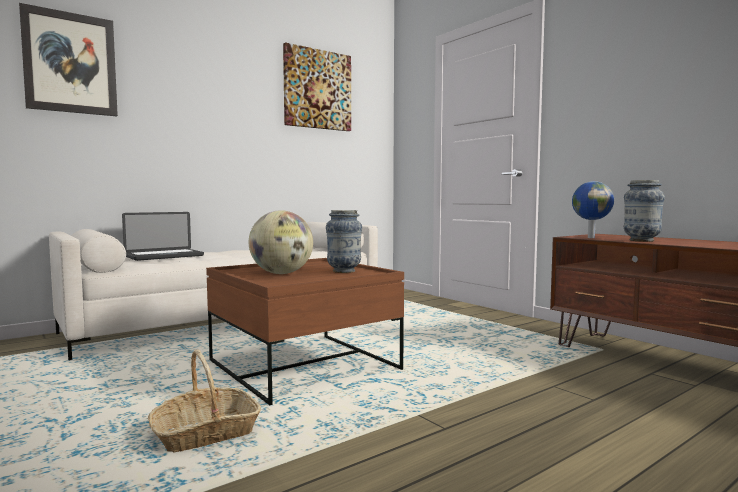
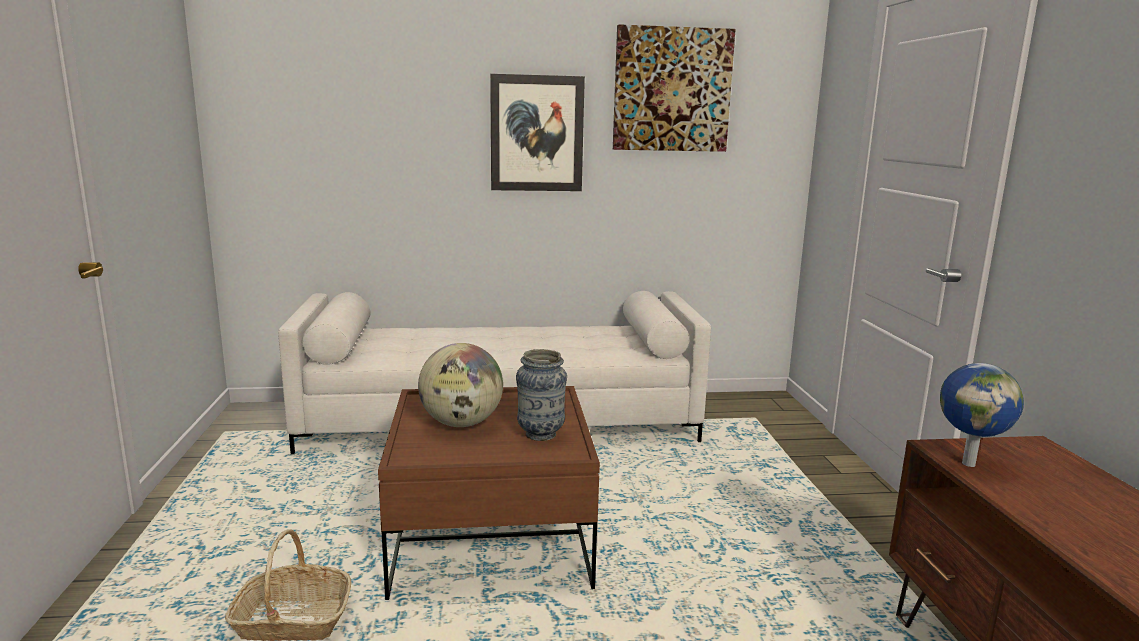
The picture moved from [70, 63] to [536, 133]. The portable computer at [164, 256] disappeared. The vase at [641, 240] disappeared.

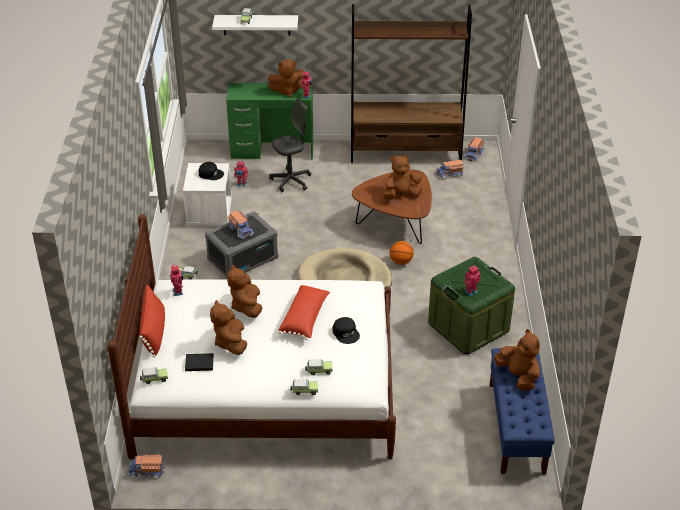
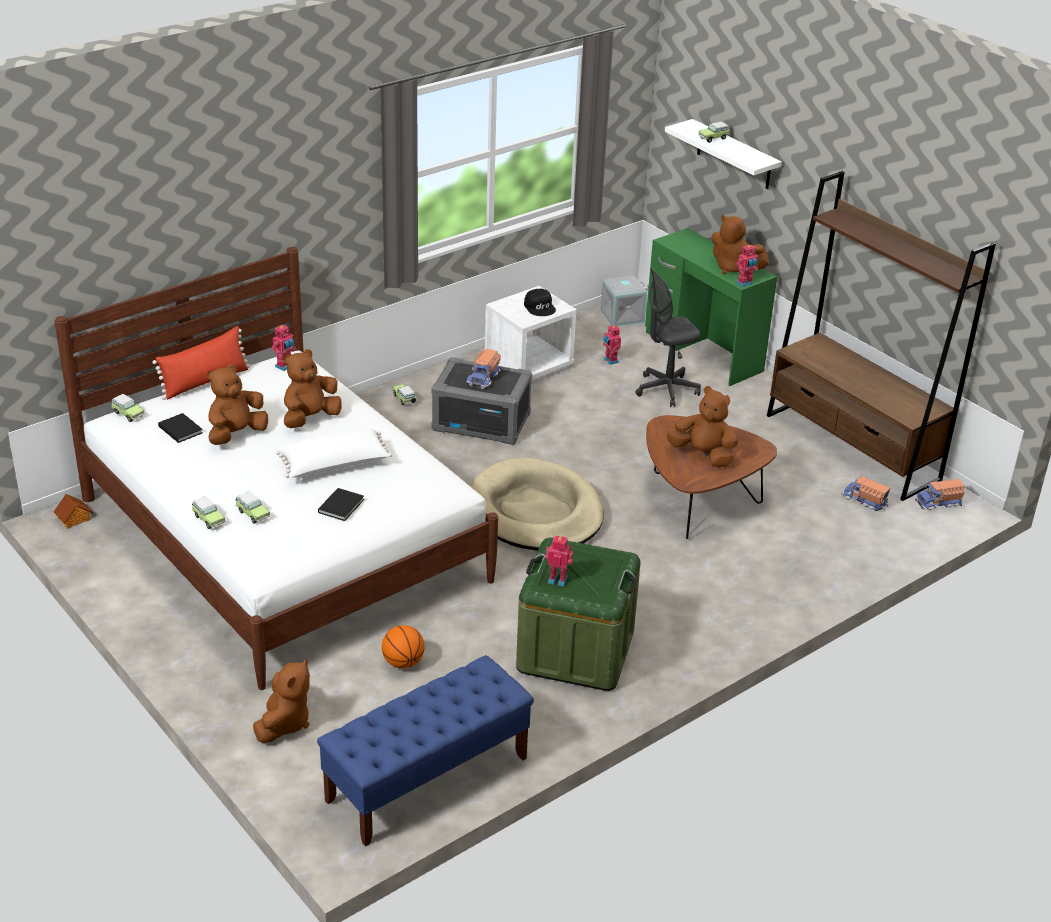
The model truck at [146, 471] was replaced by the model house at [74, 519]. The cuddly toy/brown-coloured moved from [518, 376] to [284, 723]. The pillow/red-coloured at [305, 318] became the pillow/white at [334, 466]. The peaked cap/black-coloured at [346, 333] was replaced by the book/black-coloured at [342, 505]. The basketball moved from [401, 262] to [403, 662]. The storage container/gray at [622, 315] appeared. The desk chair/gray at [291, 181] turned 135 degrees clockwise.

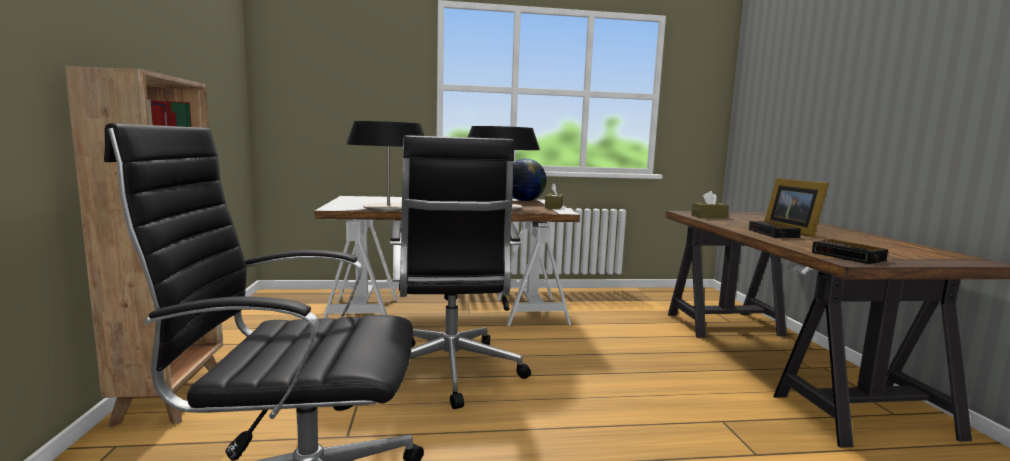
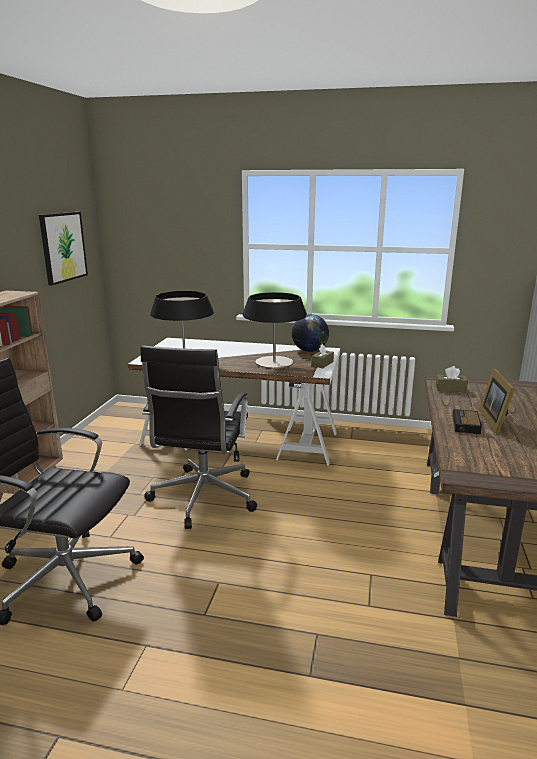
The picture at [63, 247] appeared. The table clock at [849, 257] disappeared.

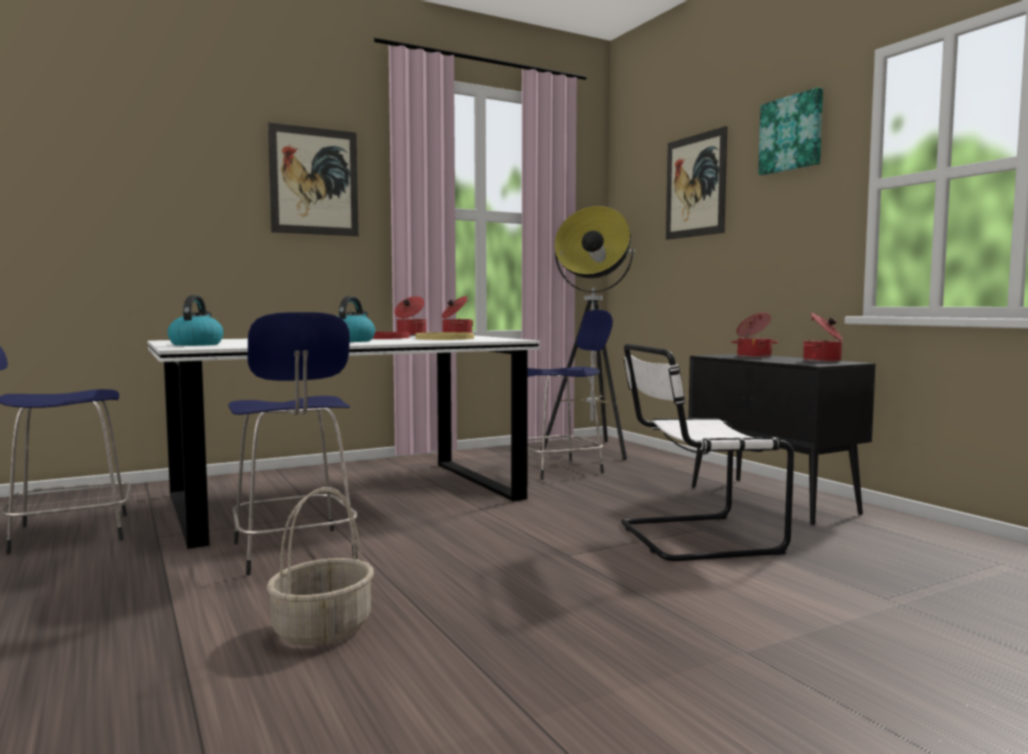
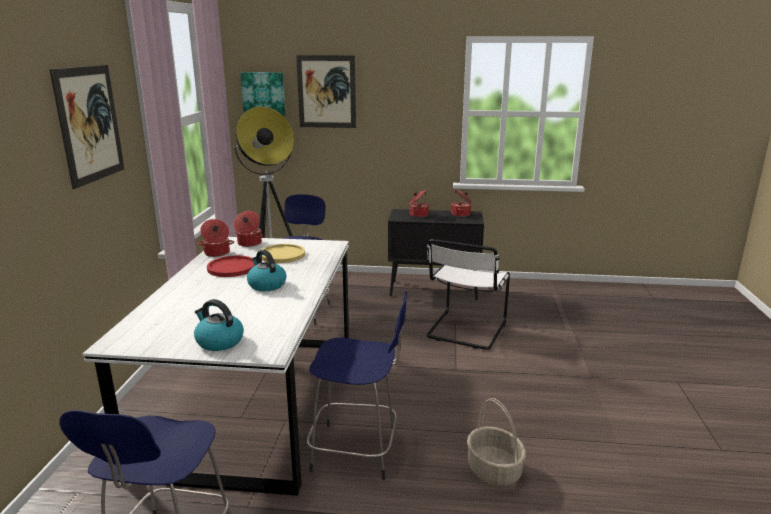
The picture moved from [792, 133] to [264, 94].

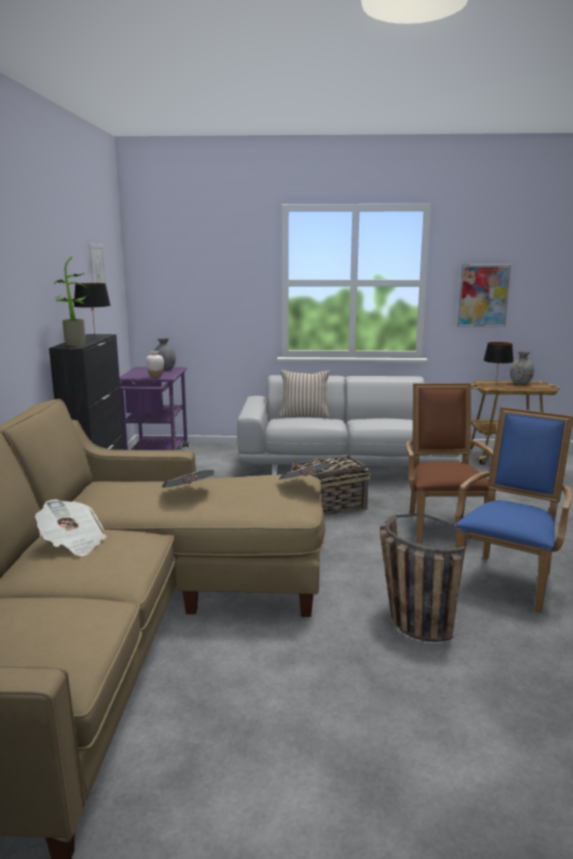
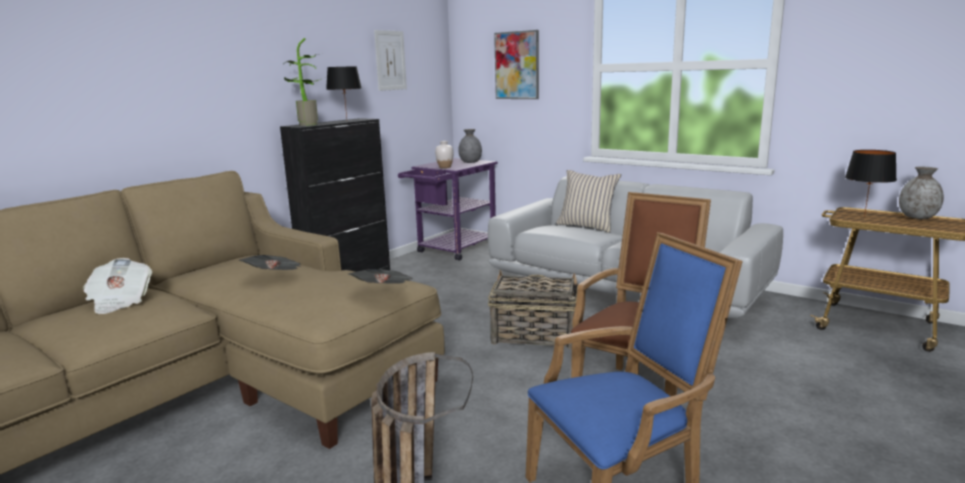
The picture moved from [483, 295] to [517, 65].

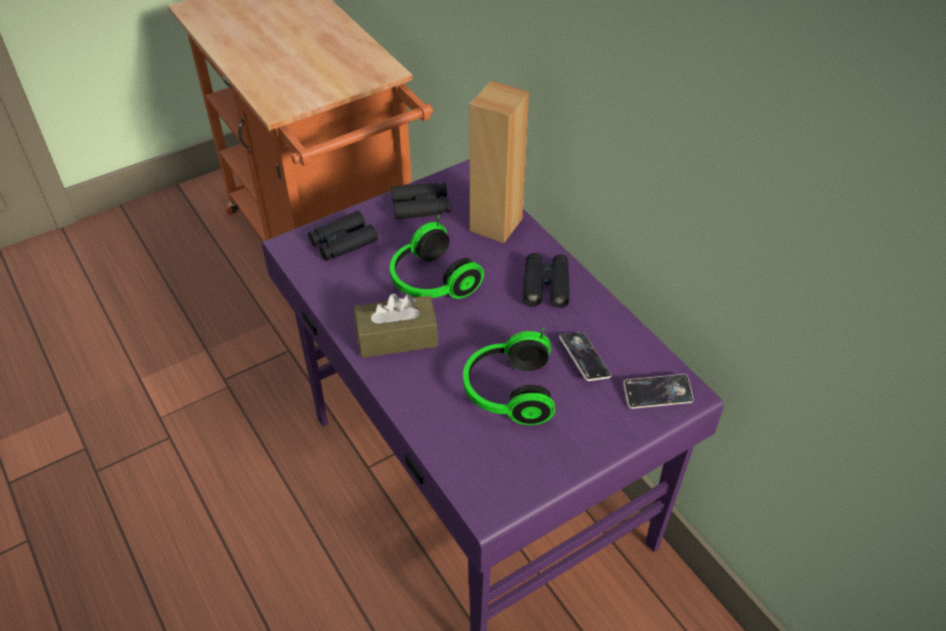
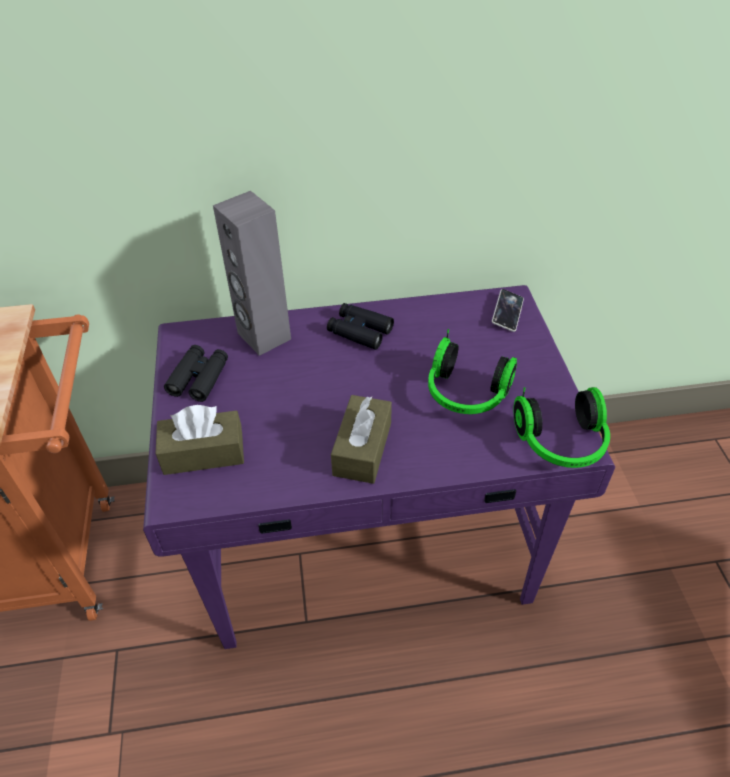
The binoculars/black-coloured at [343, 242] was replaced by the tissue box/brown-coloured at [203, 453]. The loudspeaker/brown-coloured at [495, 224] became the loudspeaker/gray at [263, 336]. The headset moved from [430, 282] to [561, 443]. The phone at [584, 359] disappeared.

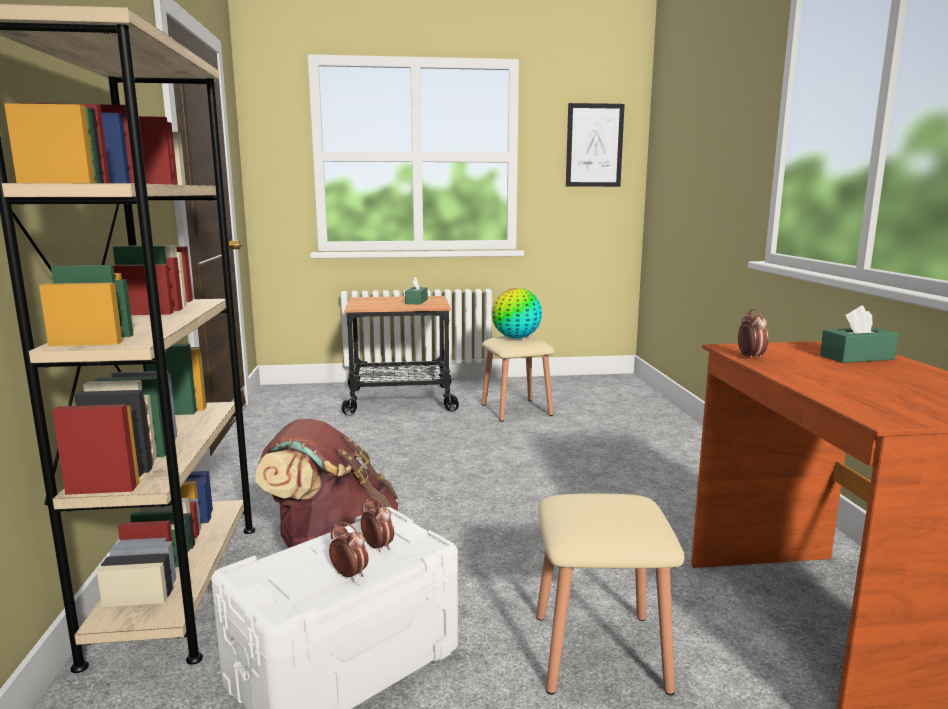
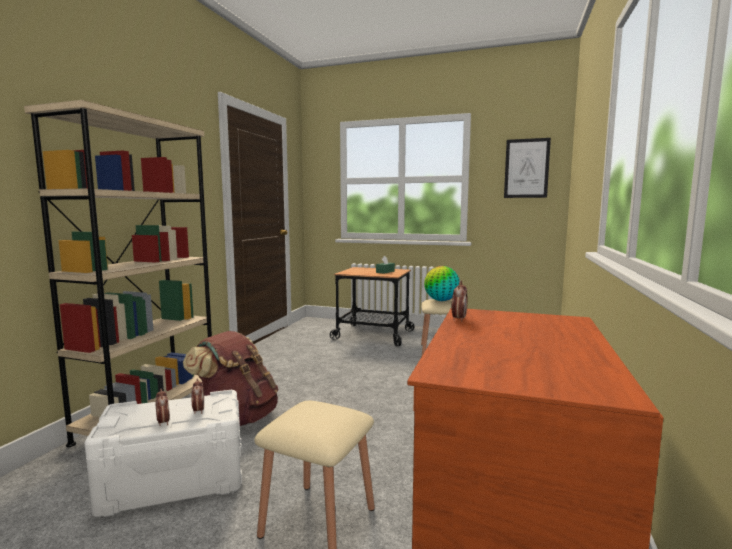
The tissue box/green-coloured at [856, 357] disappeared.

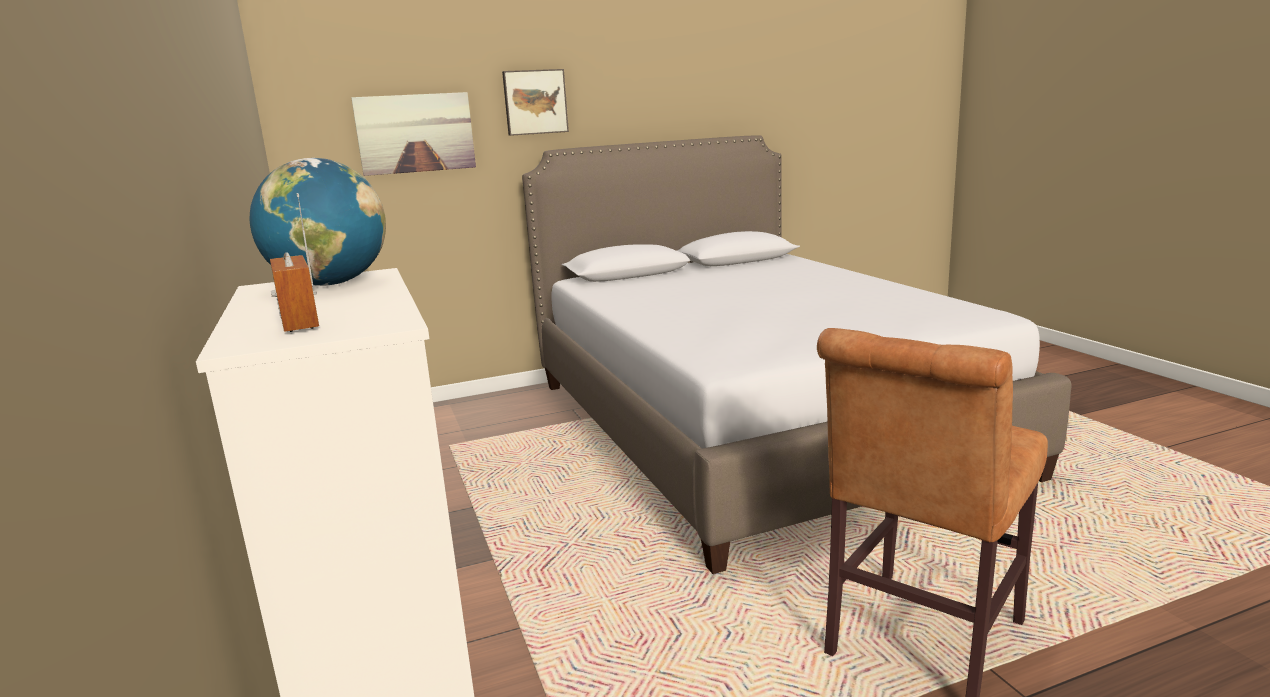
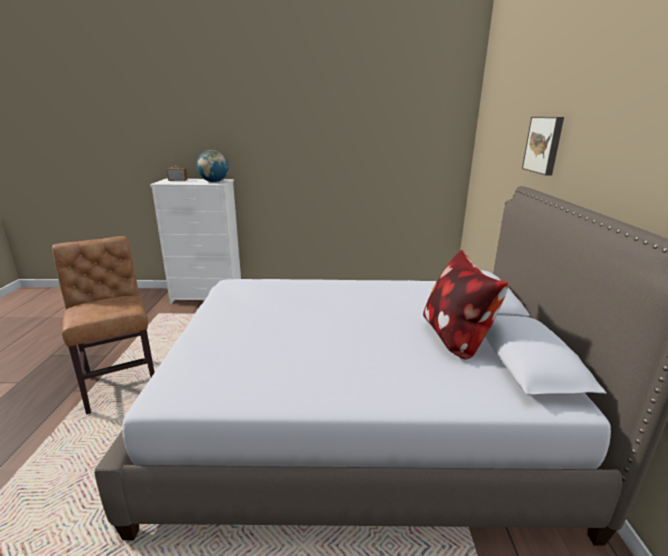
The pillow at [456, 337] appeared. The picture at [415, 133] disappeared.

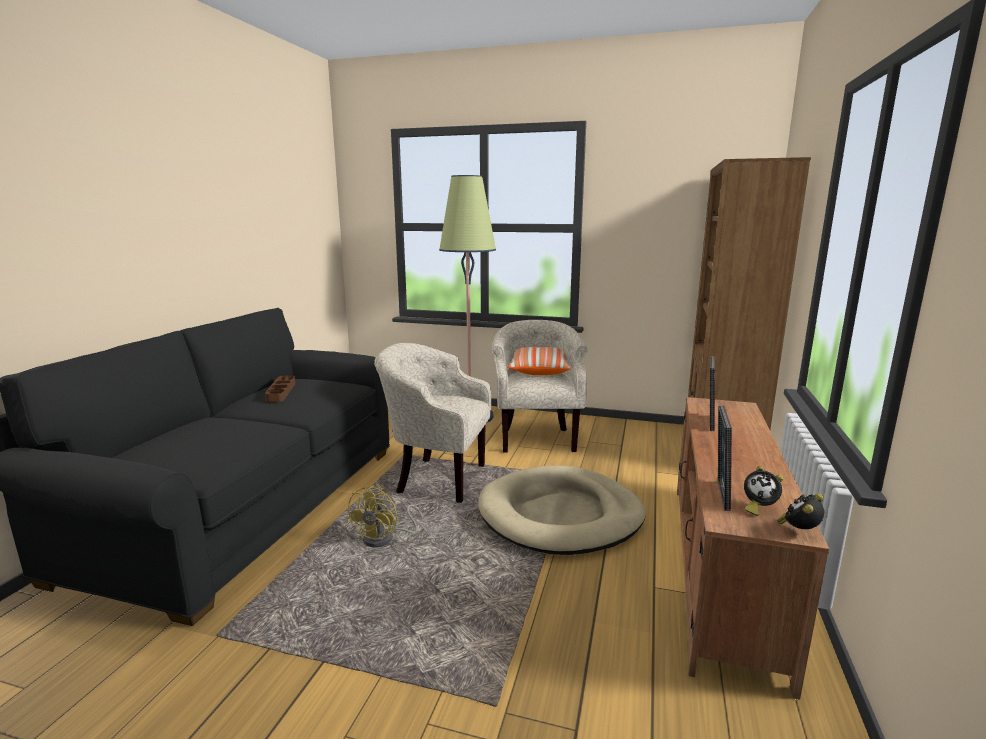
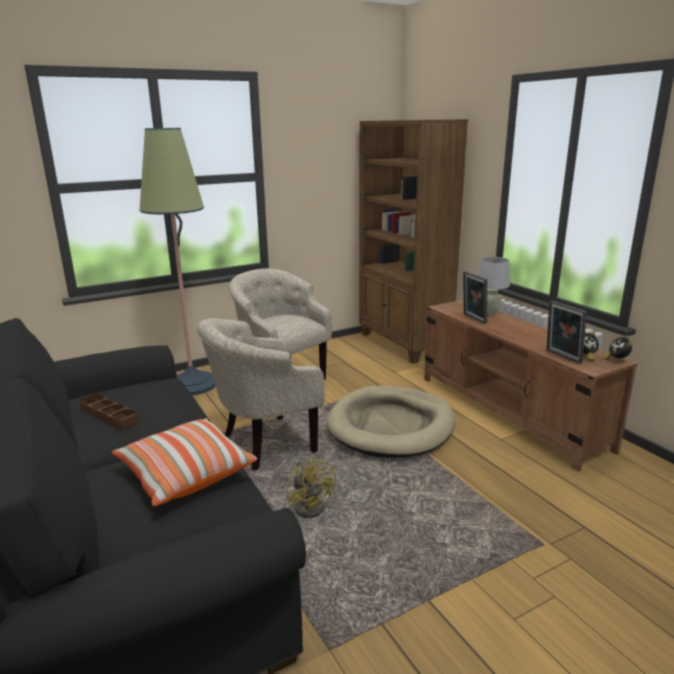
The pillow moved from [538, 371] to [185, 474]. The tabletop lamp/white at [489, 313] appeared.

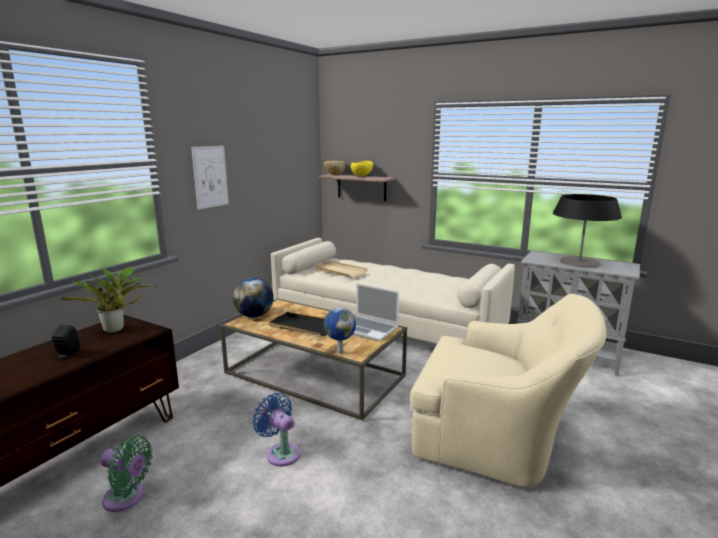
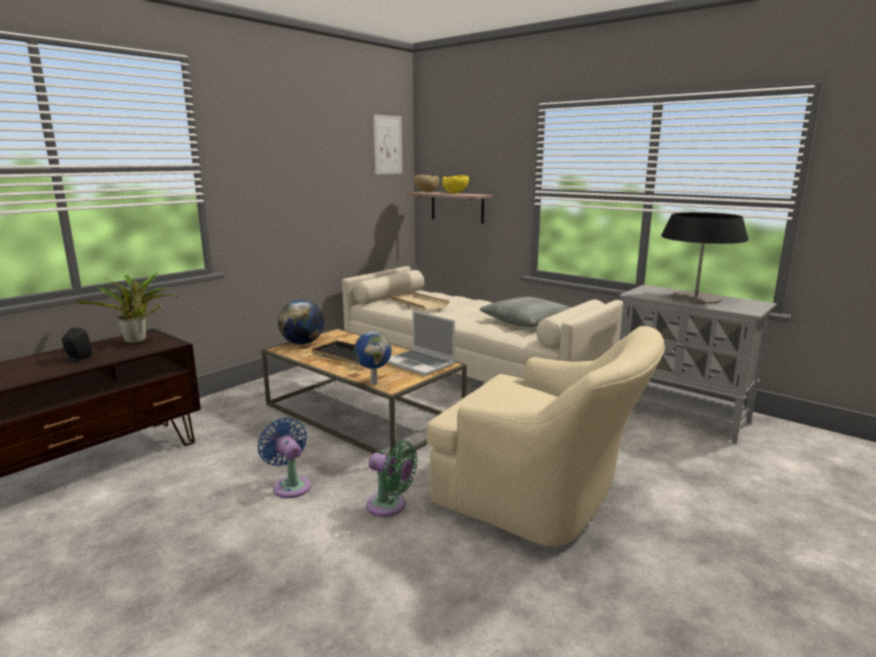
The electric fan/green-coloured moved from [127, 498] to [390, 506]. The picture moved from [210, 177] to [387, 145]. The pillow/gray at [529, 321] appeared.

